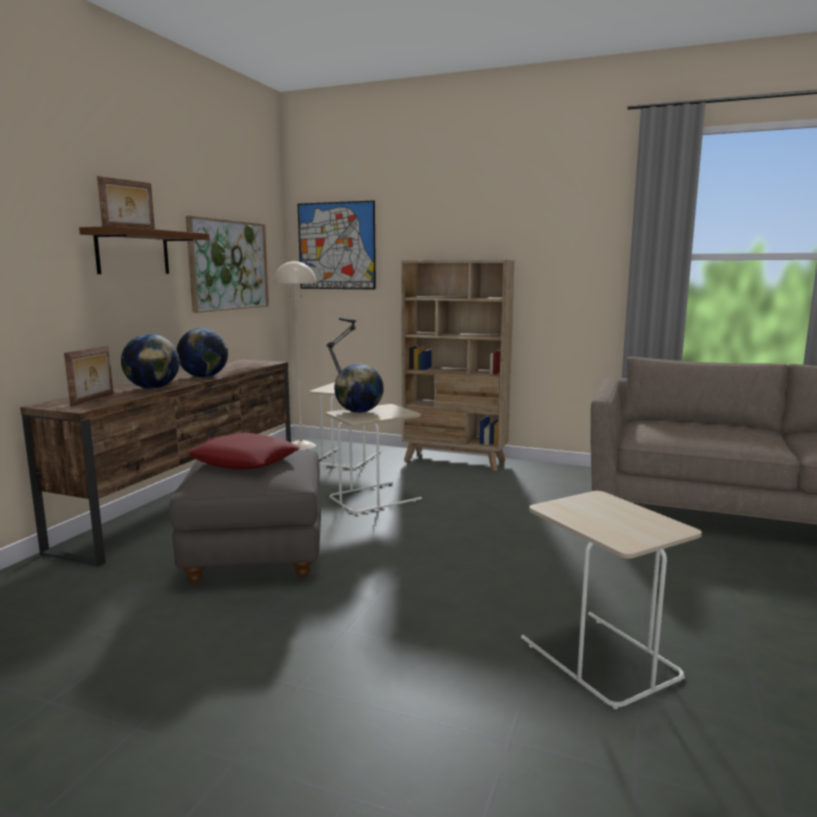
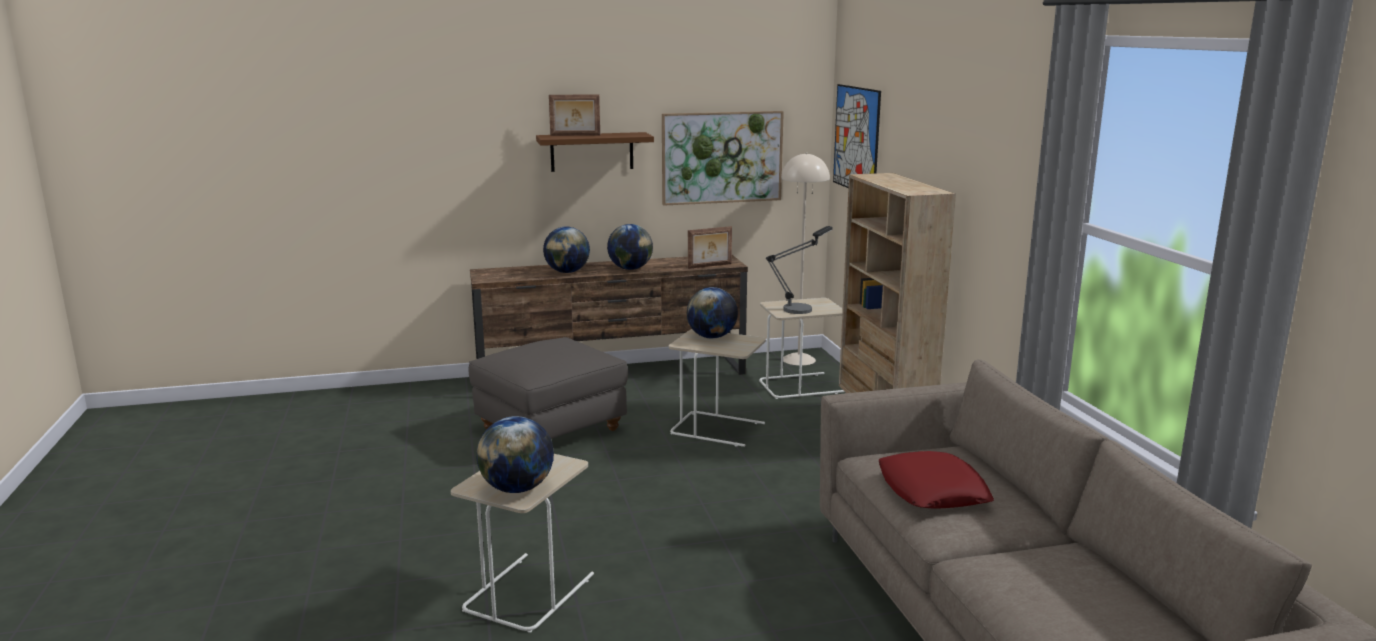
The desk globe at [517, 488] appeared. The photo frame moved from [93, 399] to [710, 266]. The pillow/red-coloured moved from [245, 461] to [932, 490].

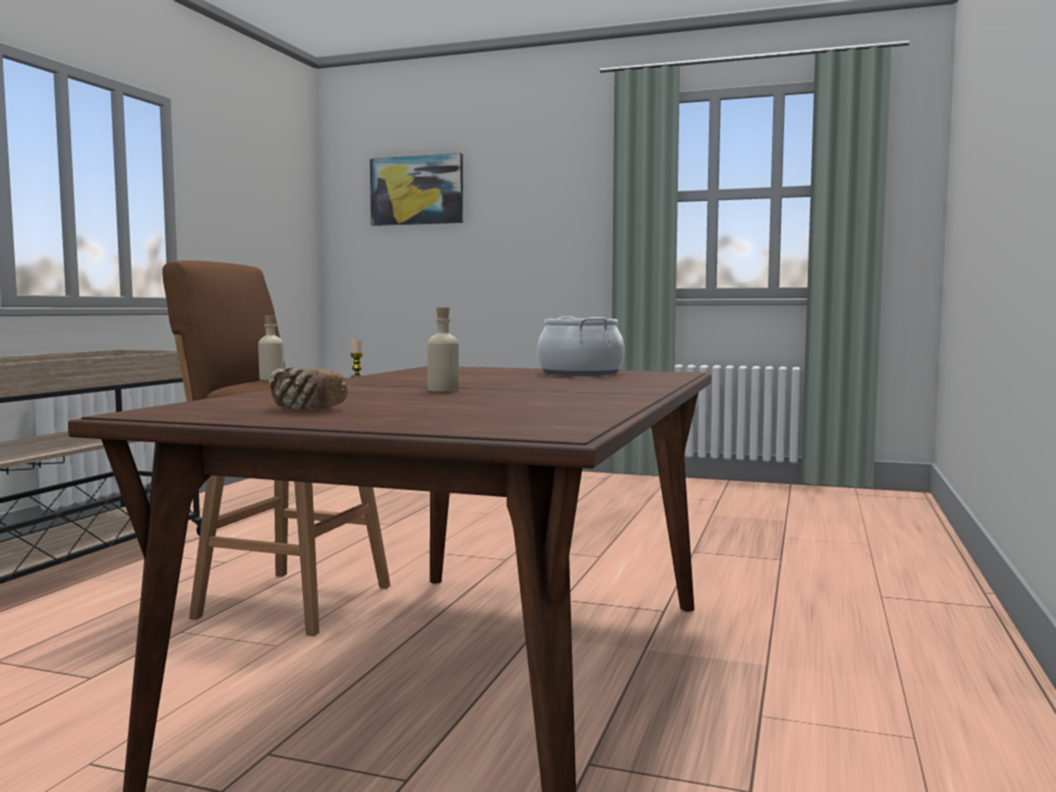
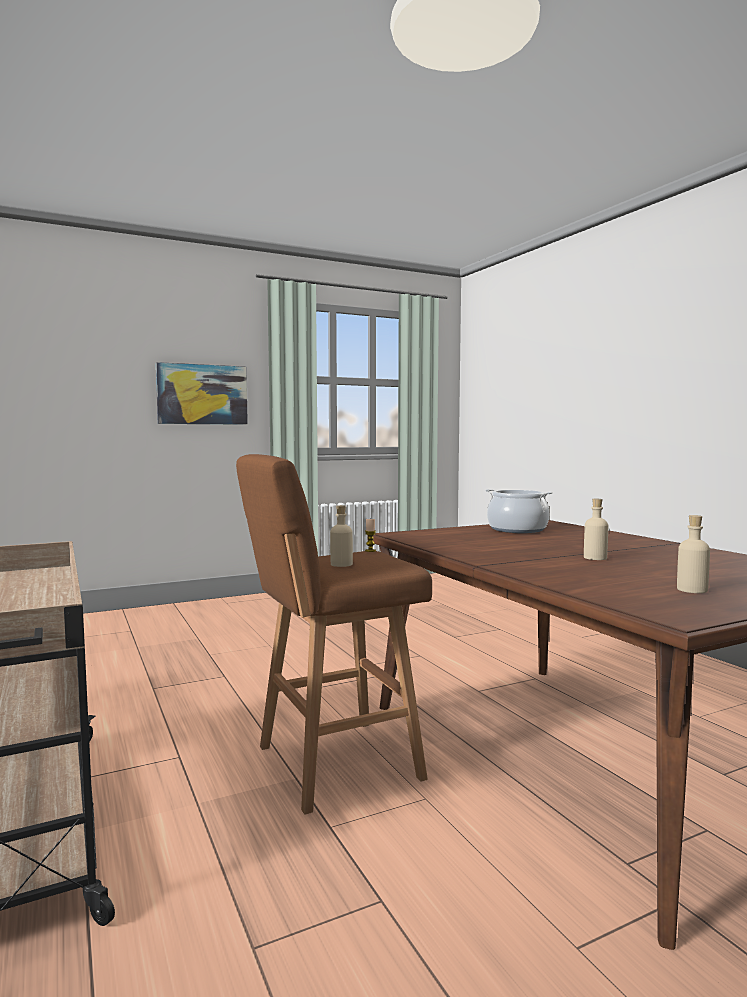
The picture moved from [417, 190] to [202, 394]. The baked bread at [305, 408] was replaced by the drink bottle/beige-coloured at [692, 590].

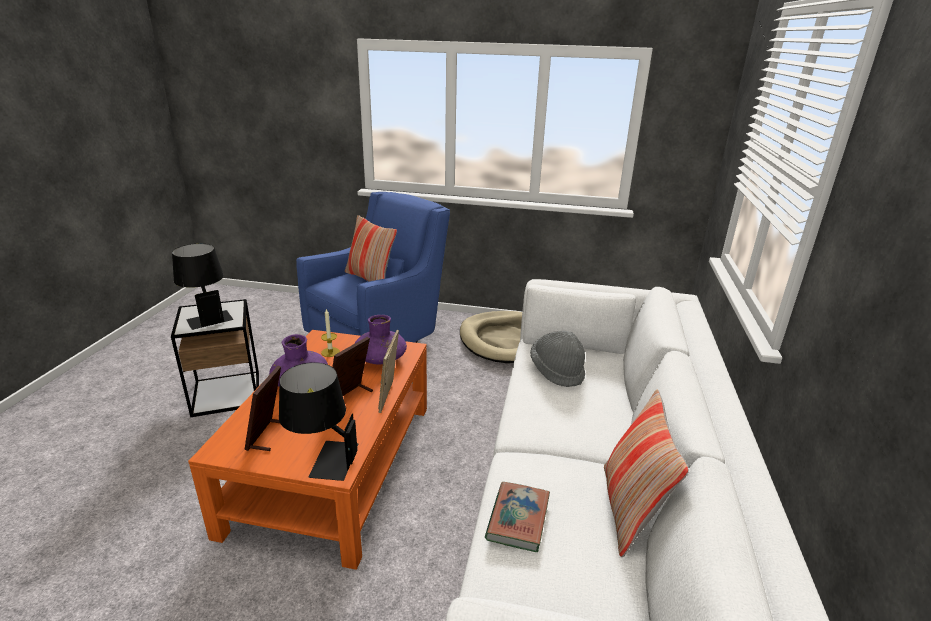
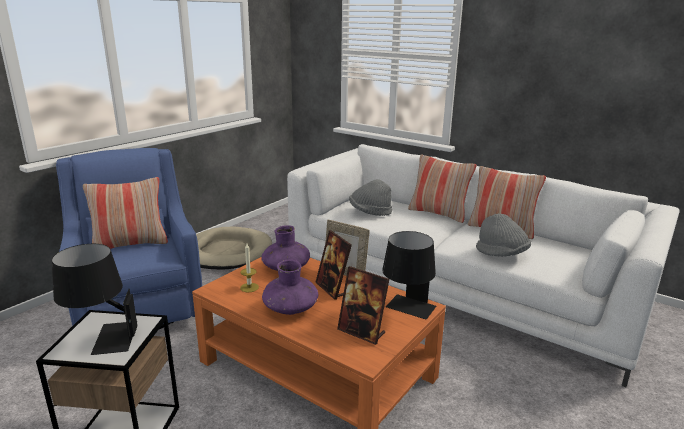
The pillow at [438, 213] appeared. The book at [518, 519] was replaced by the hat/gray at [502, 254].

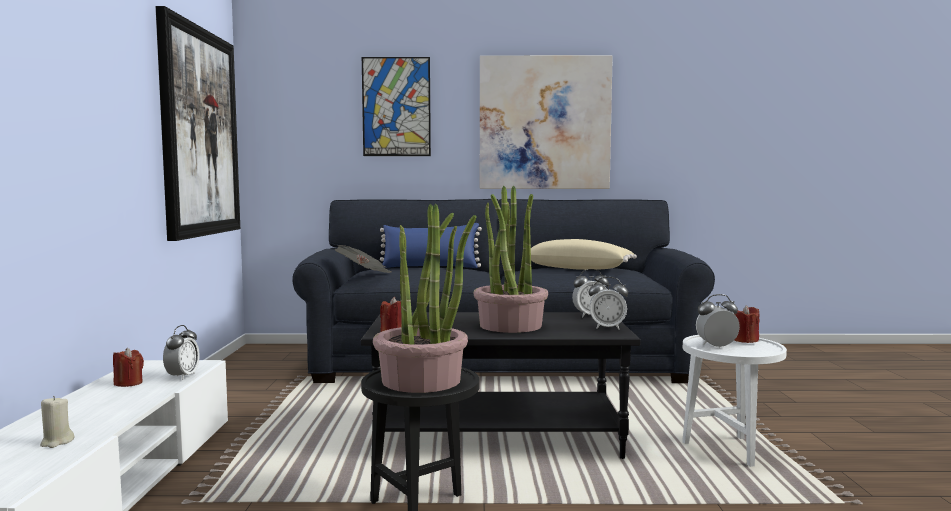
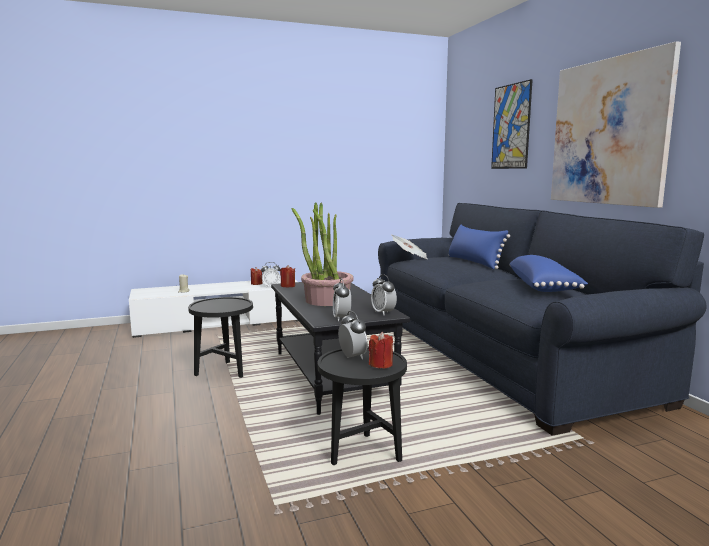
The end table/white at [728, 451] became the end table/black-coloured at [361, 455]. The pillow/beige-coloured at [579, 268] became the pillow/blue at [543, 287]. The picture at [199, 132] disappeared. The plant in a pot at [422, 380] disappeared.

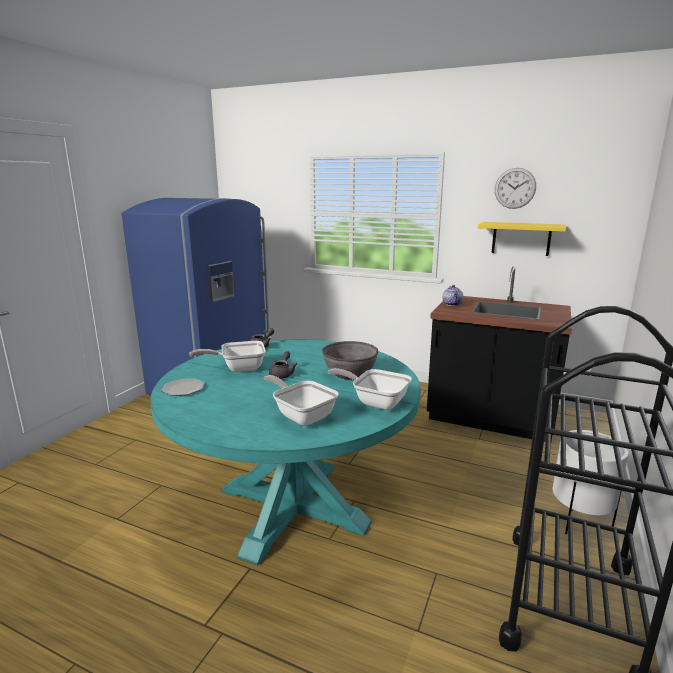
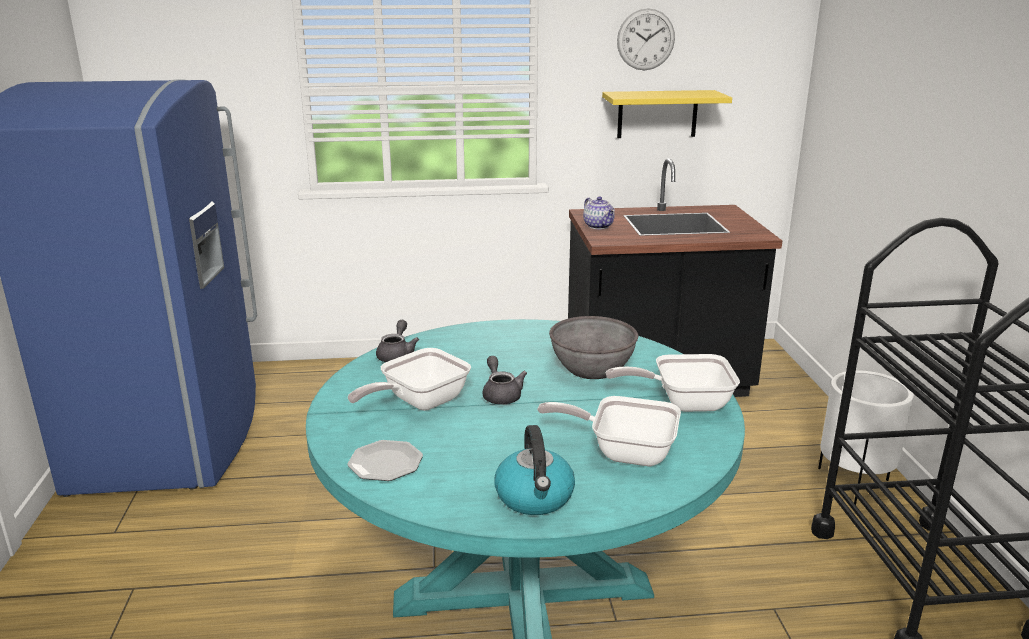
The water kettle at [535, 497] appeared.

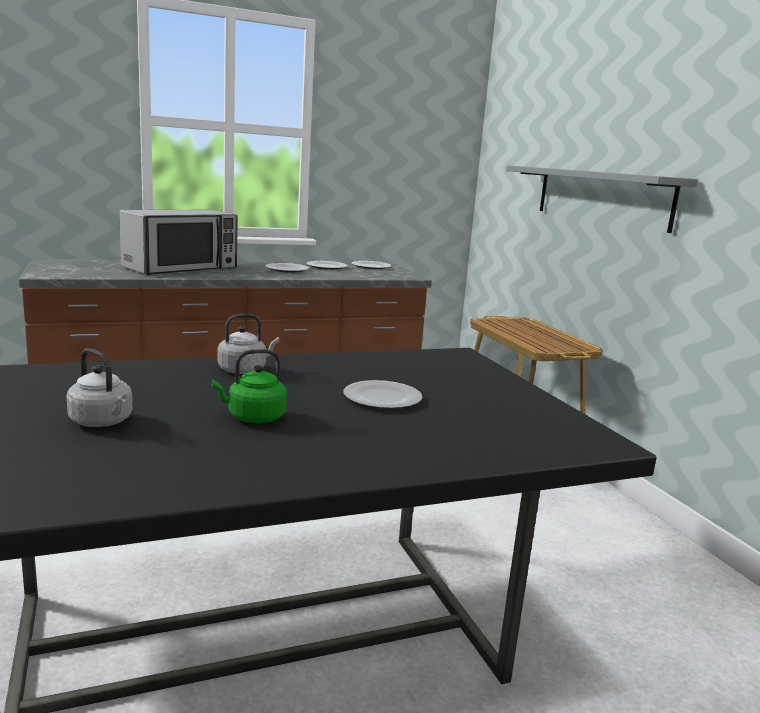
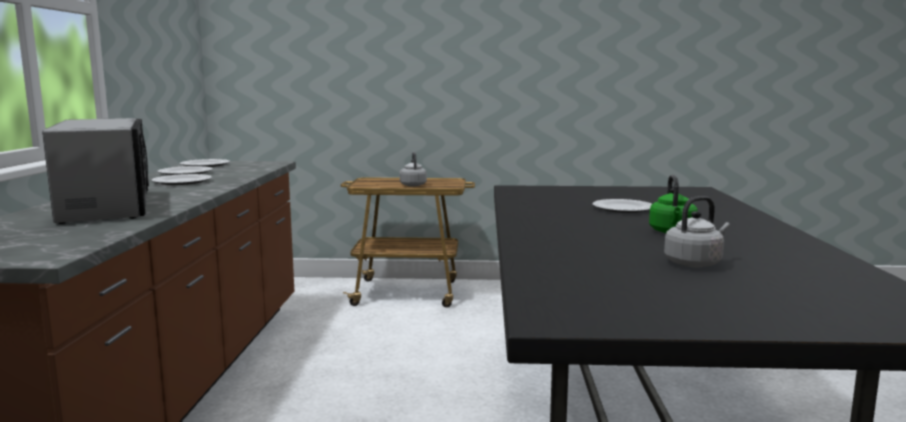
The water kettle/gray moved from [244, 370] to [413, 185]. The wall shelf/gray at [601, 196] disappeared.

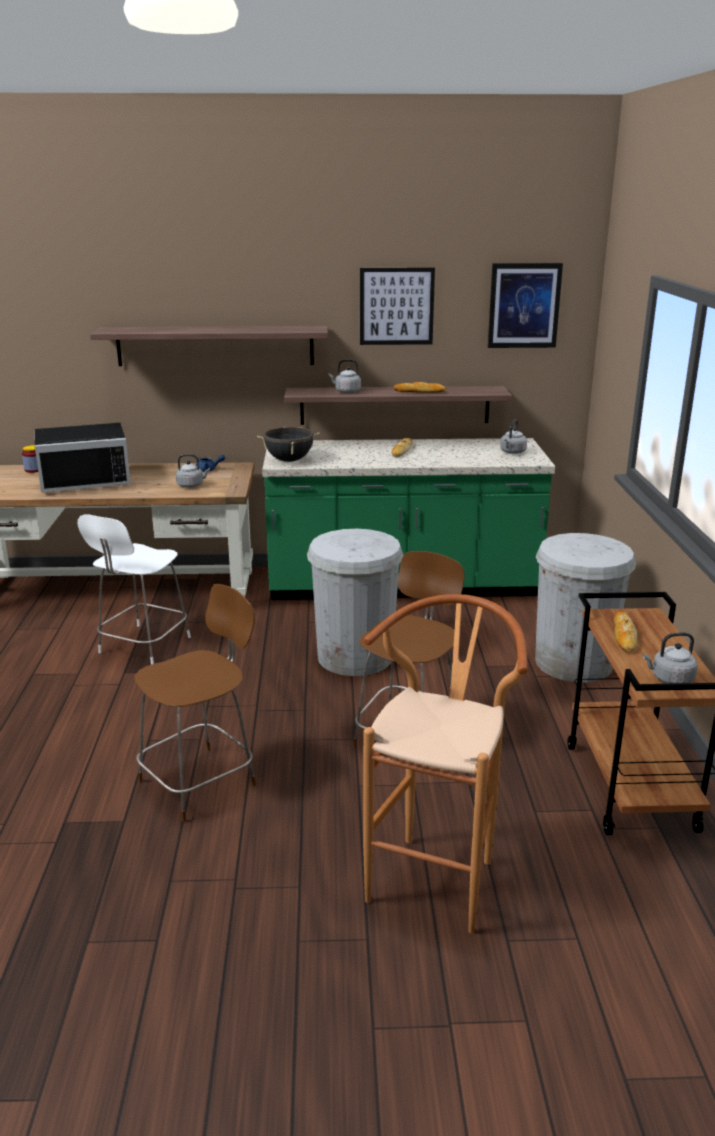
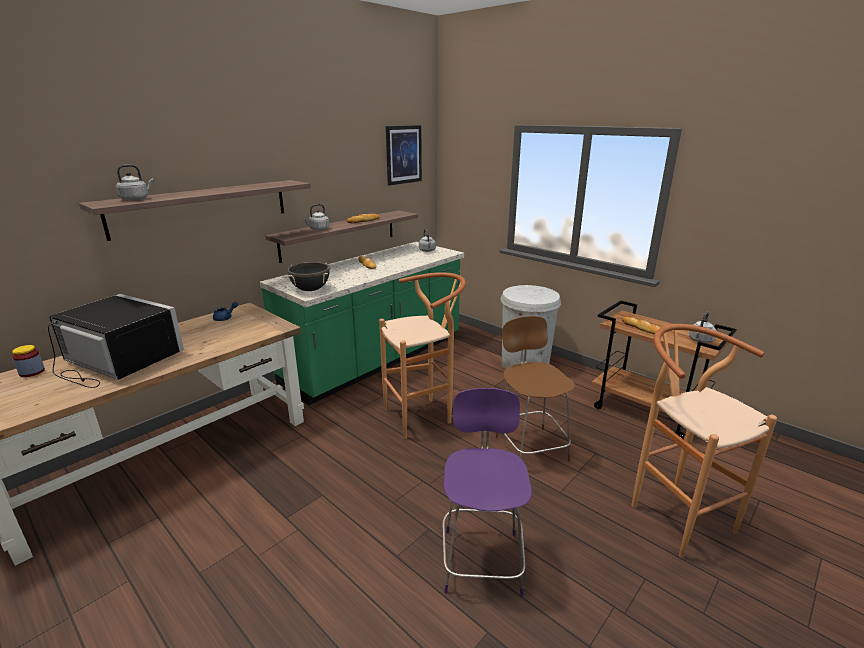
The microwave oven/black-coloured at [85, 479] turned 90 degrees counterclockwise. The water kettle/gray moved from [191, 485] to [136, 199]. The trash can/white at [355, 656] was replaced by the stool seat/brown-coloured at [424, 415]. The chair/brown-coloured at [201, 781] became the chair/purple at [482, 558]. The chair/white at [143, 646] disappeared. The picture at [396, 306] disappeared.

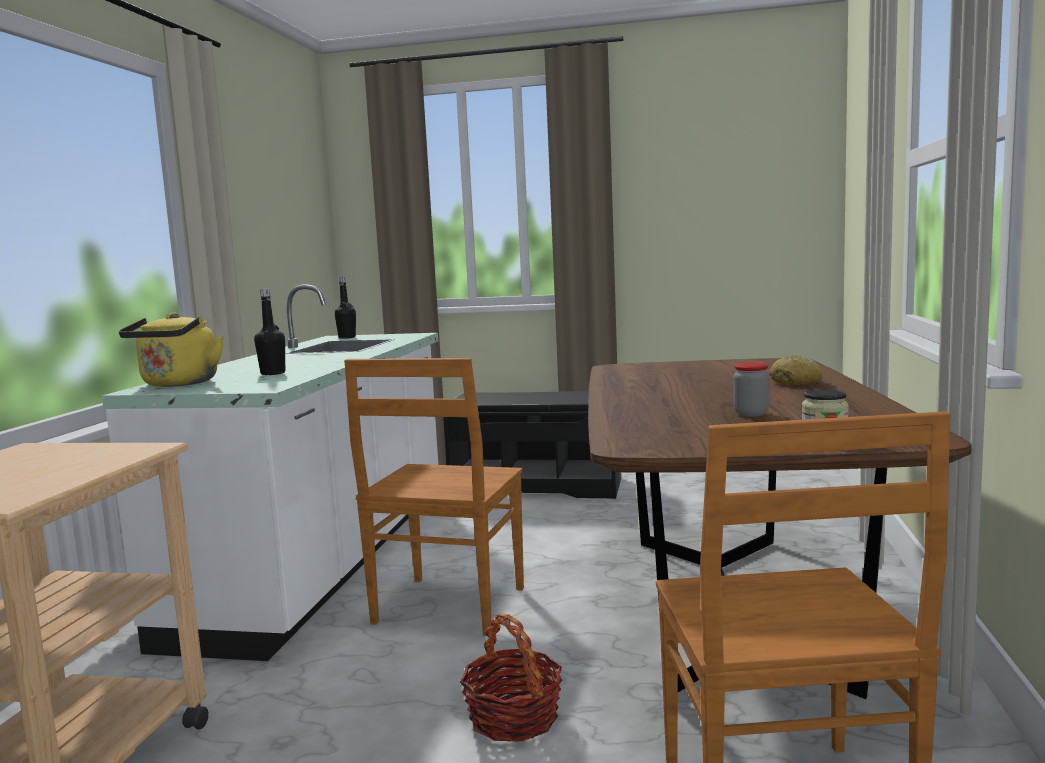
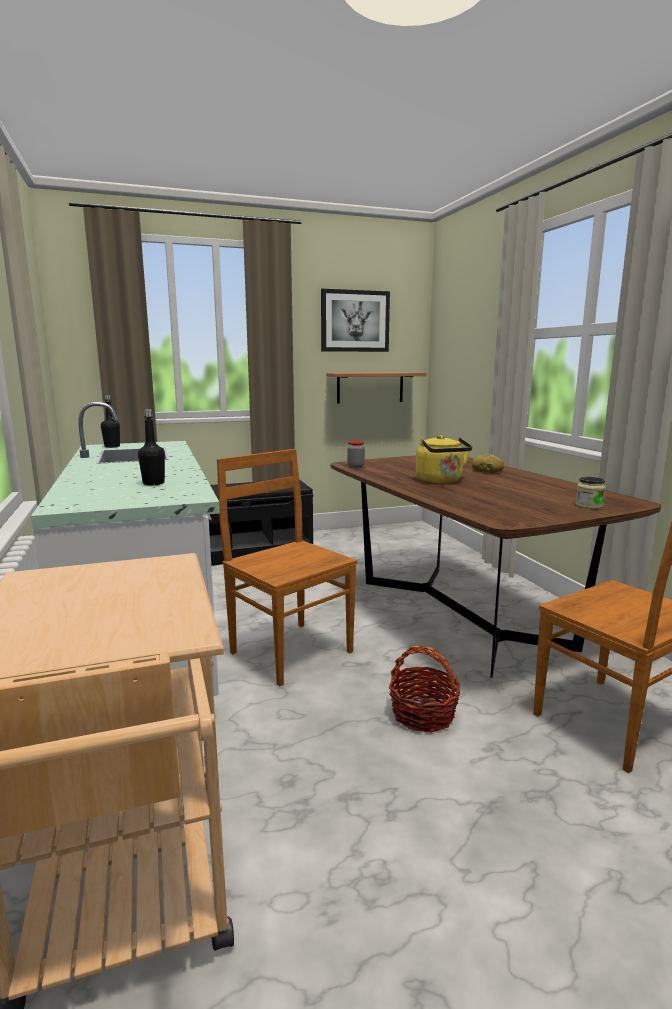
The chair/brown-coloured at [447, 607] turned 150 degrees clockwise. The picture at [355, 321] appeared. The wall shelf at [370, 387] appeared. The jar moved from [751, 413] to [355, 466]. The water kettle/yellow-coloured moved from [178, 384] to [441, 481].

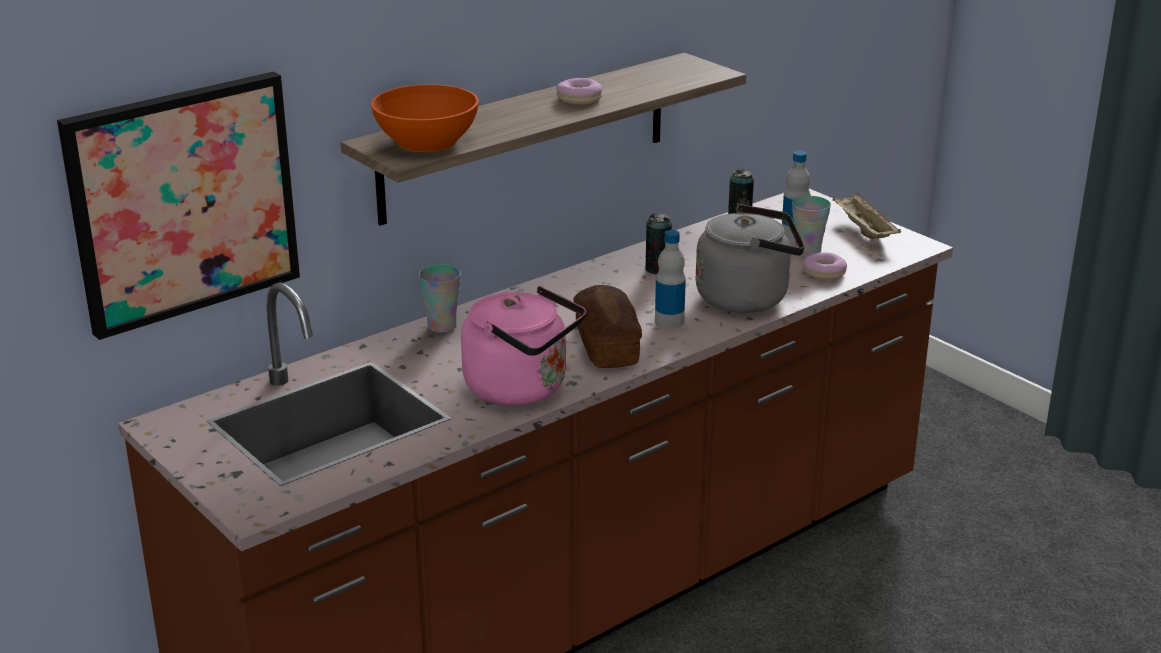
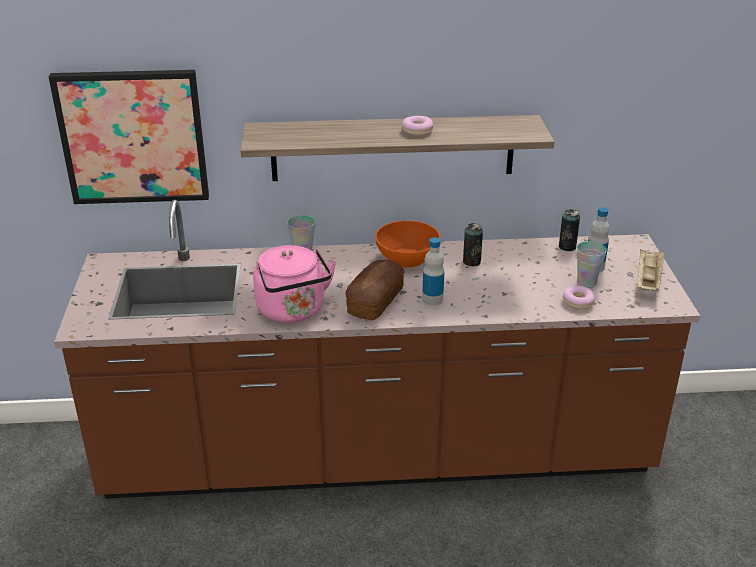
The serving bowl/orangey moved from [426, 141] to [407, 258]. The water kettle/gray at [748, 298] disappeared.

